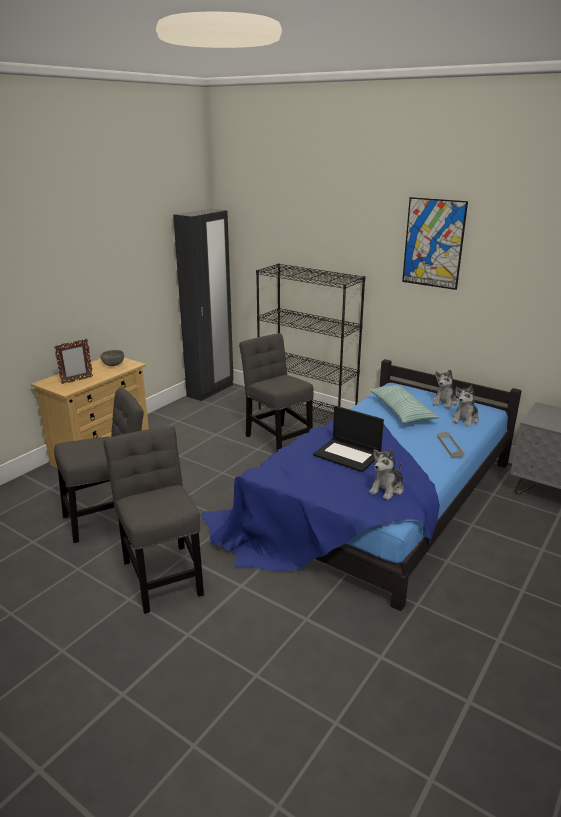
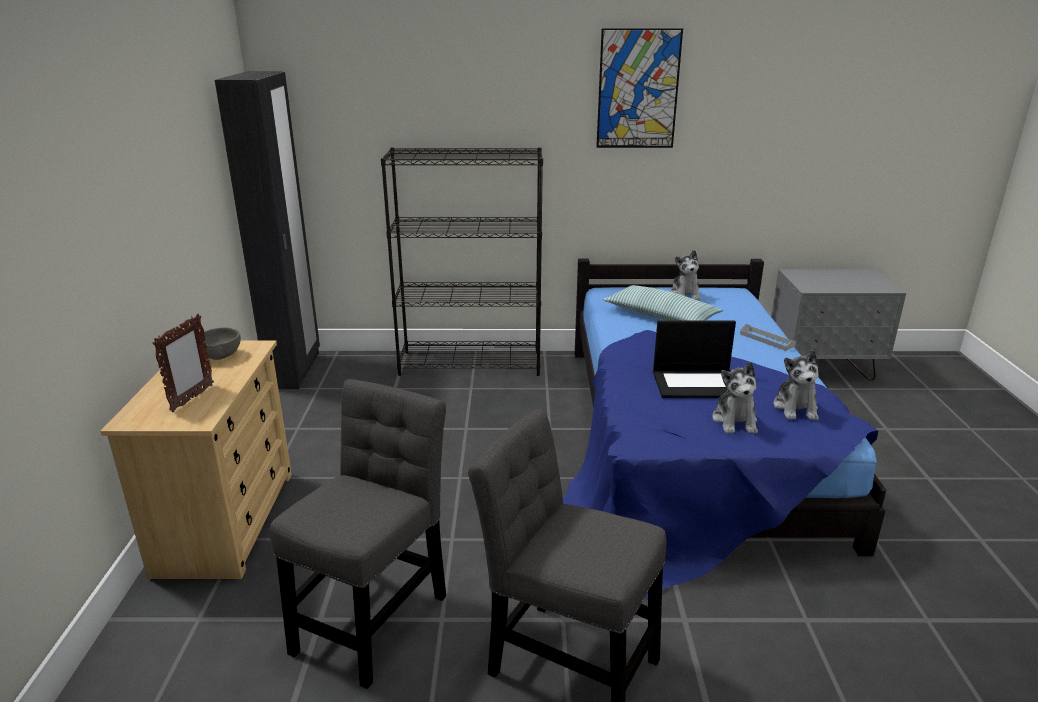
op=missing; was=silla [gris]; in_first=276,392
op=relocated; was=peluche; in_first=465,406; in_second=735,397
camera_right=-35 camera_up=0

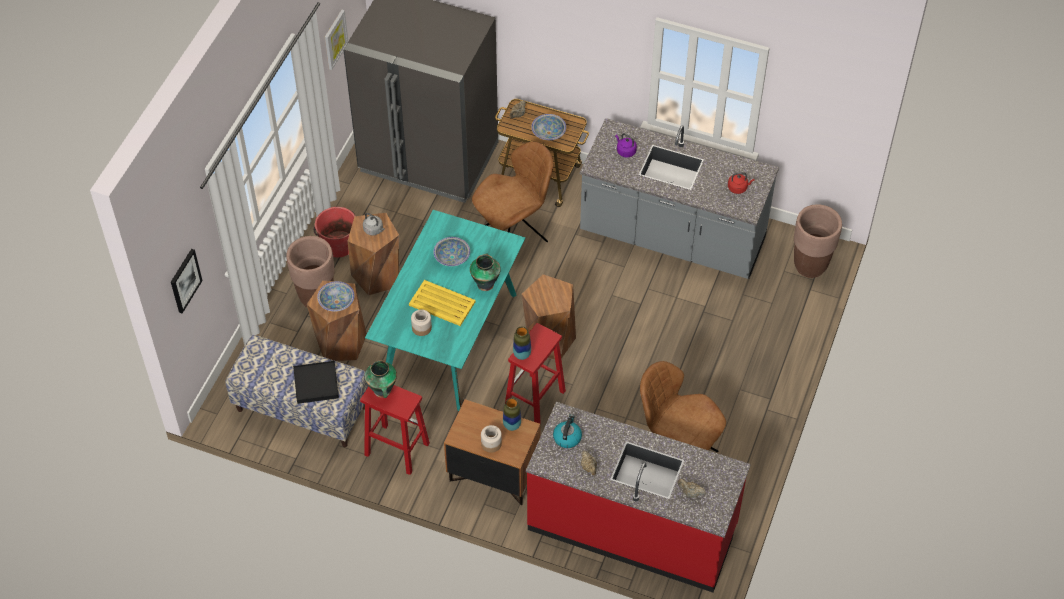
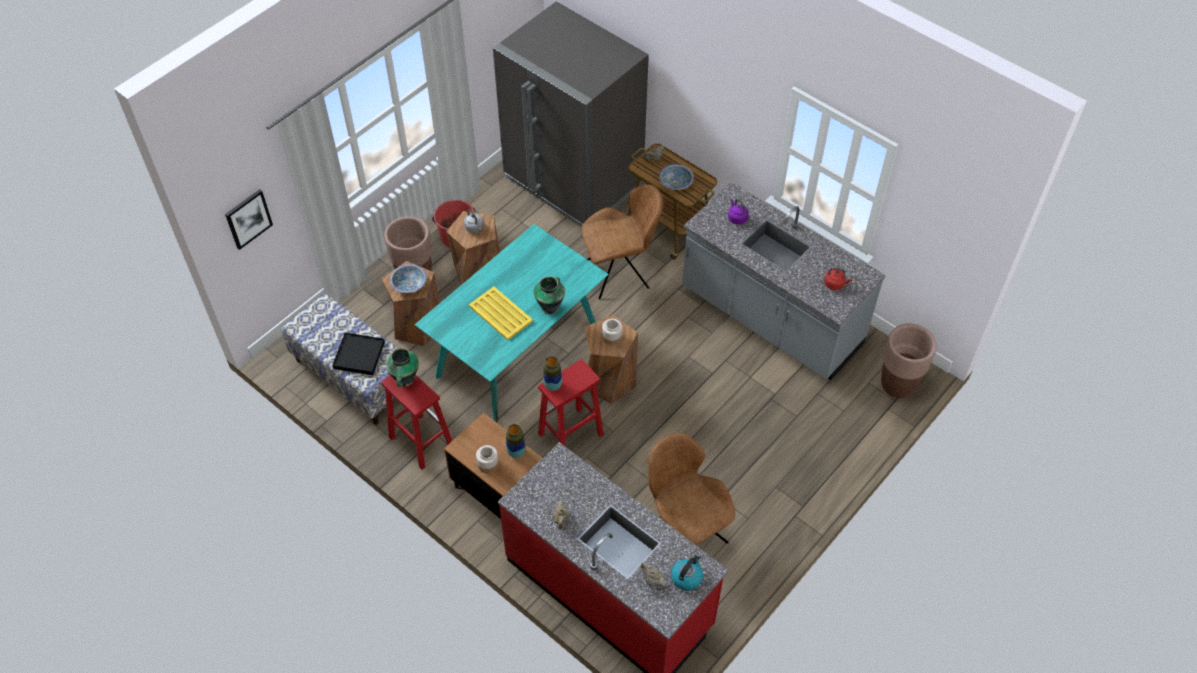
op=missing; was=cuadro; in_first=336,40
op=relocated; was=tarro; in_first=421,322; in_second=612,332
op=missing; was=cuenco; in_first=451,251
op=relocated; was=hervidor; in_first=567,431; in_second=687,572
camera_right=20 camera_up=0

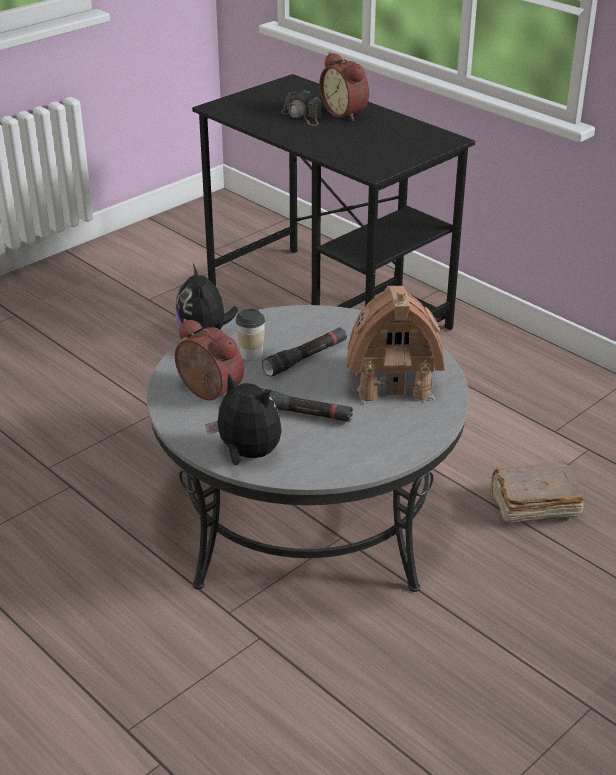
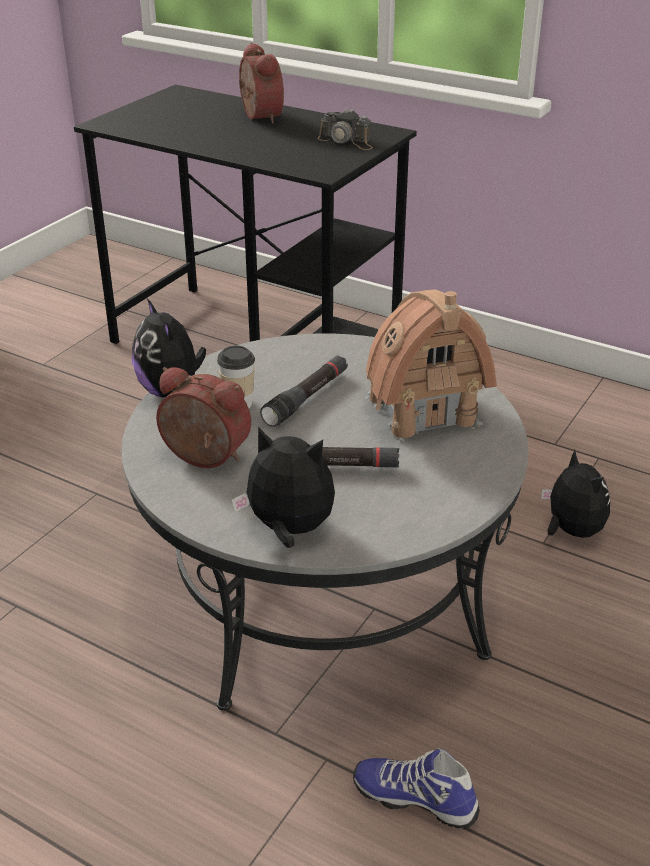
op=relocated; was=cámara; in_first=301,107; in_second=345,129
op=spun; was=despertador; in_first=344,86; in_second=261,83; clockwise=-150
op=exchanged; was=libro [marrón]; now=peluche; in_first=538,492; in_second=575,494
op=appeared; now=zapato; in_second=416,788
camera_right=-15 camera_up=0

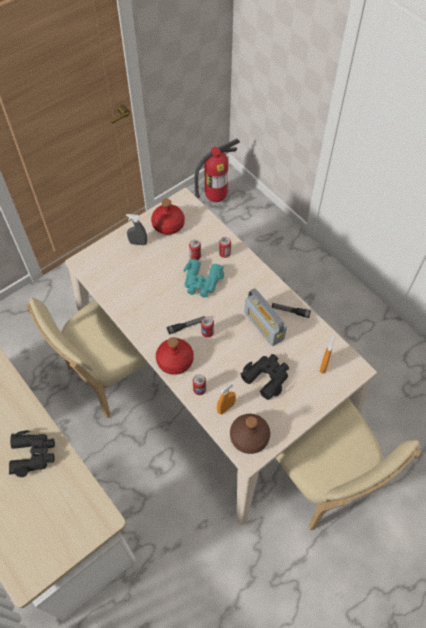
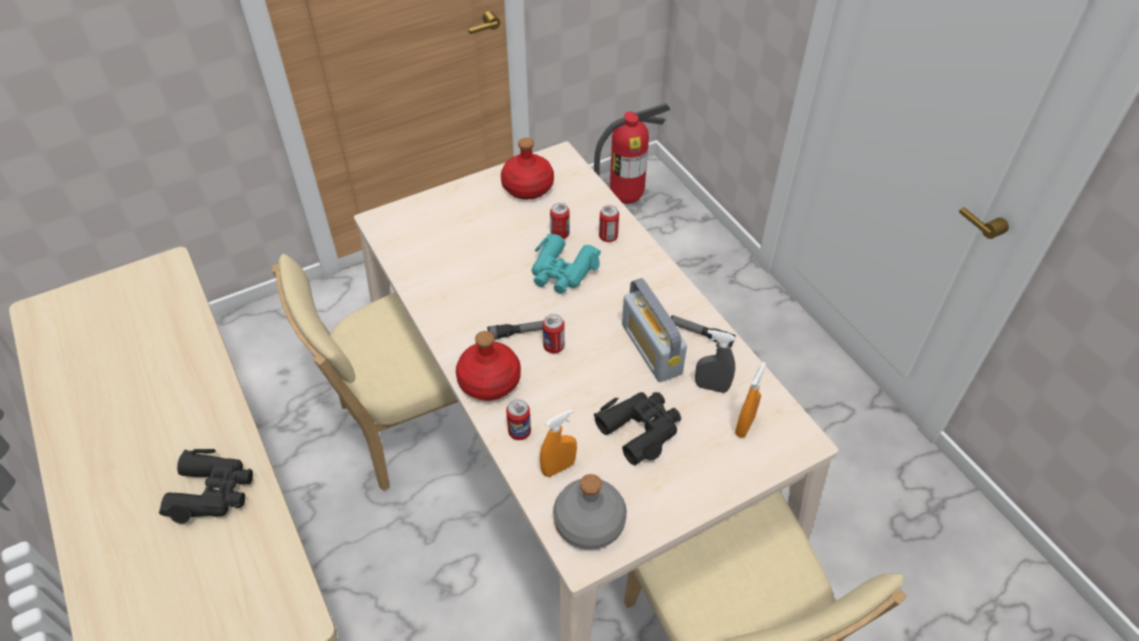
op=relocated; was=pulverizador [gris]; in_first=136,229; in_second=715,361
op=colour; was=botella [marrón]; now=botella [gris]; in_first=250,434; in_second=590,512
camera_right=10 camera_up=-10

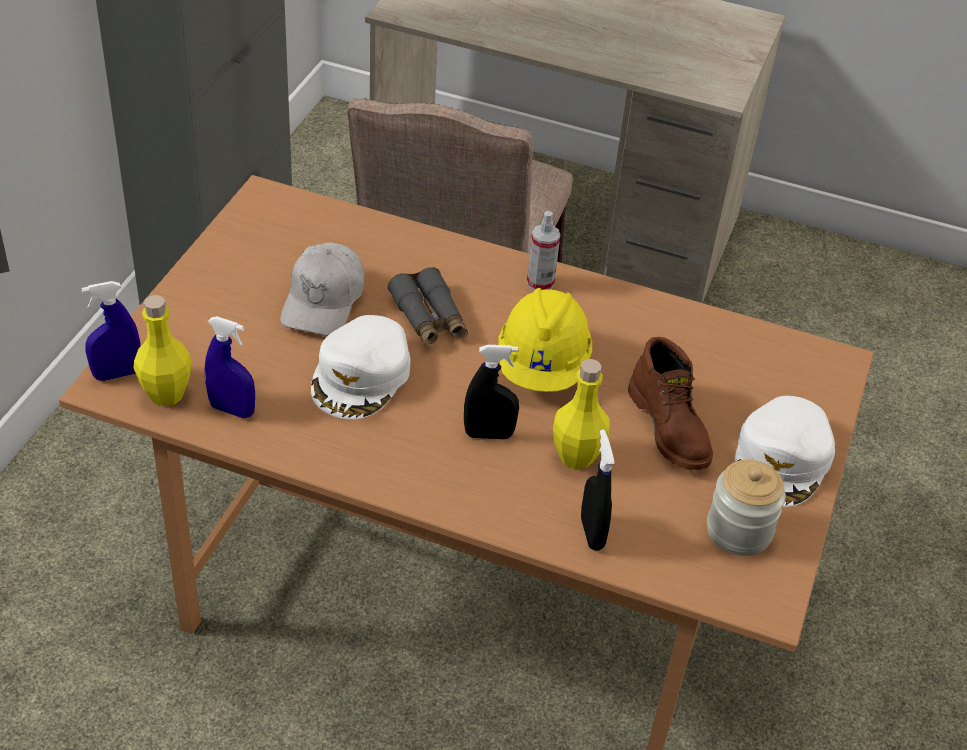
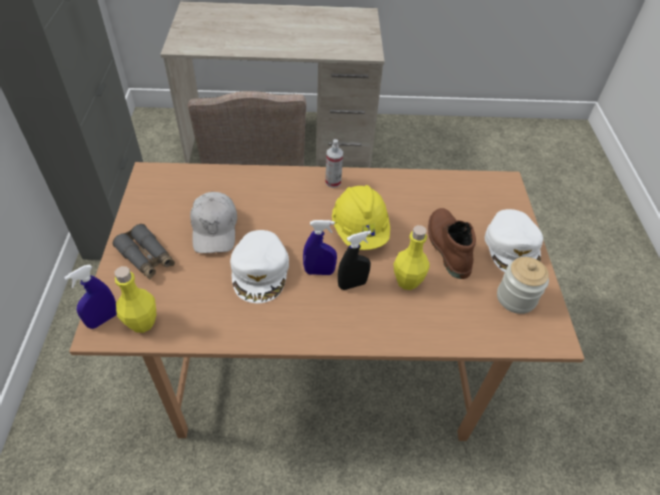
op=relocated; was=pulverizador [azul]; in_first=230,367; in_second=320,247
op=relocated; was=prismáticos [gris]; in_first=428,307; in_second=144,251
op=missing; was=pulverizador [negro]; in_first=598,490
op=spun; was=bota [marrón]; in_first=670,403; in_second=452,243; clockwise=-150
camera_right=-20 camera_up=5

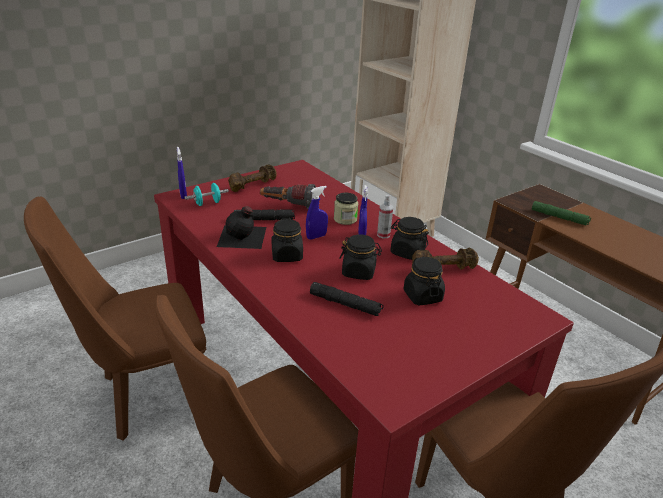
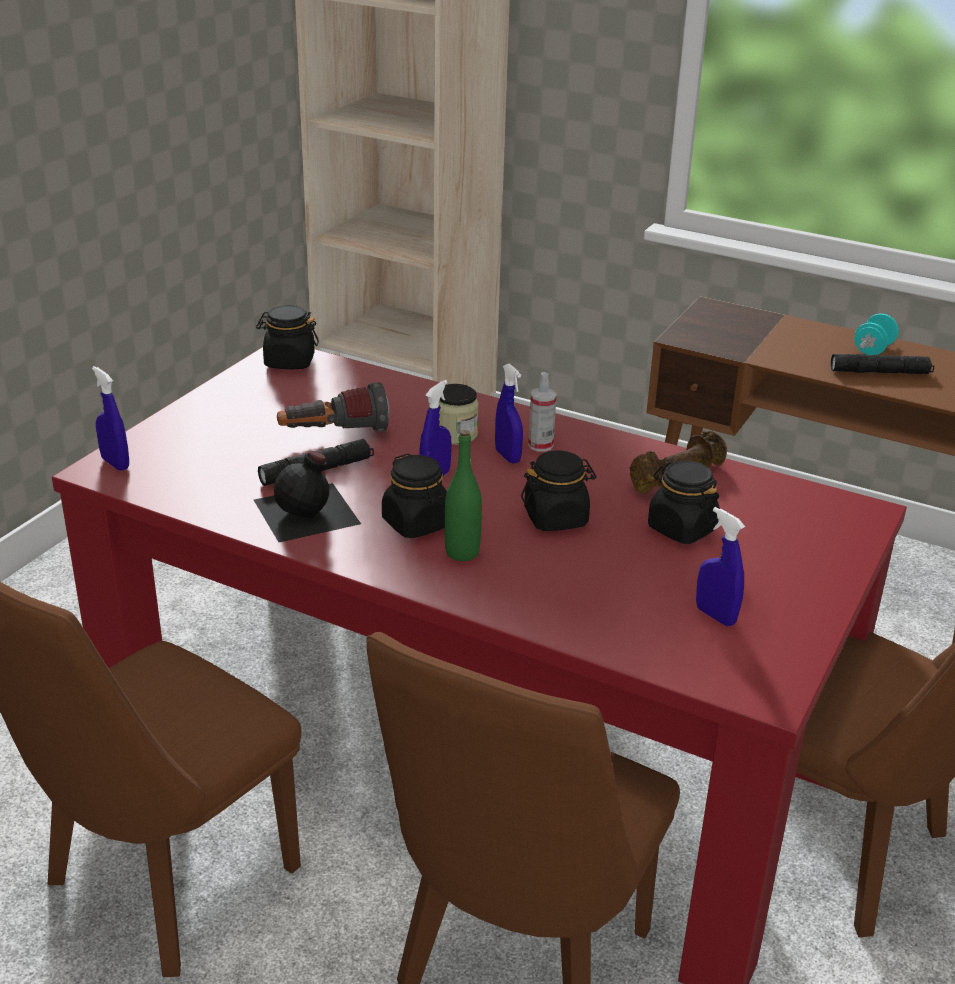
op=relocated; was=mancuerna [turquesa]; in_first=207,194; in_second=876,334
op=missing; was=mancuerna [marrón]; in_first=252,178
op=relocated; was=linterna [negro]; in_first=346,299; in_second=882,364
op=relocated; was=tarro [negro]; in_first=409,238; in_second=287,337
op=missing; was=linterna [verde]; in_first=561,213
op=appeared; now=botella [verde]; in_second=463,495
op=appeared; now=pulverizador [azul]; in_second=720,566
camera_right=-25 camera_up=0

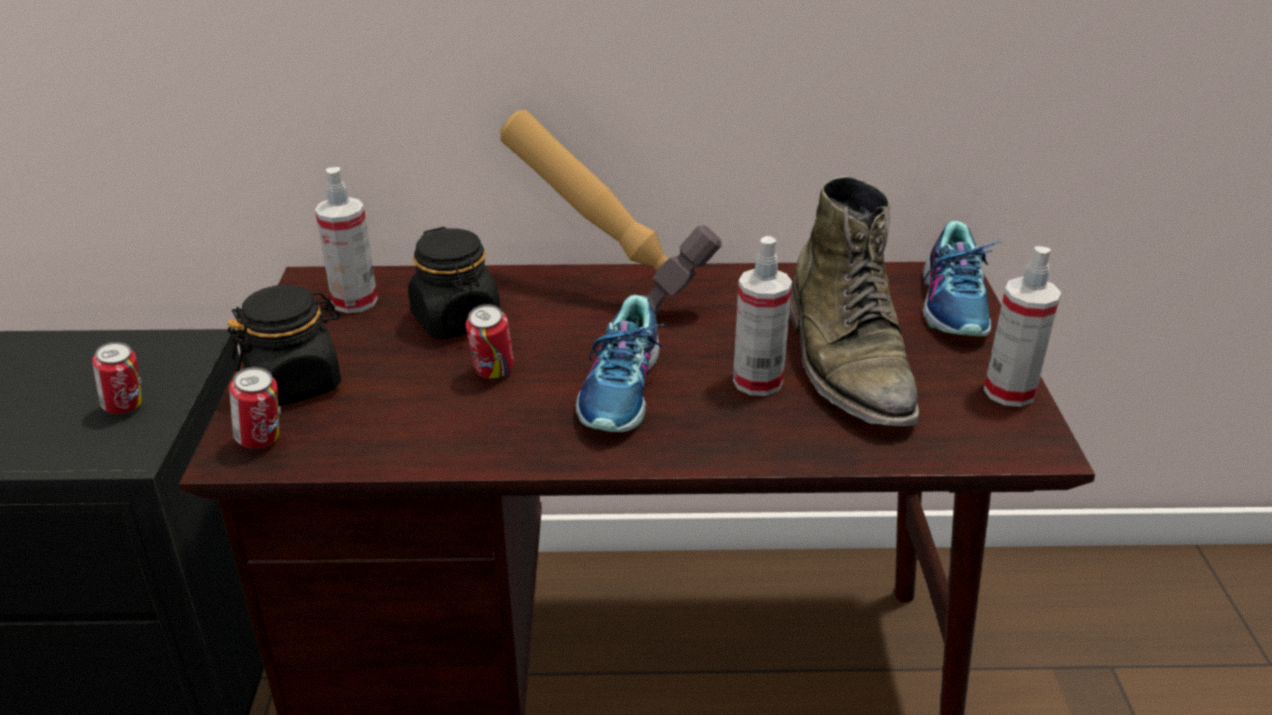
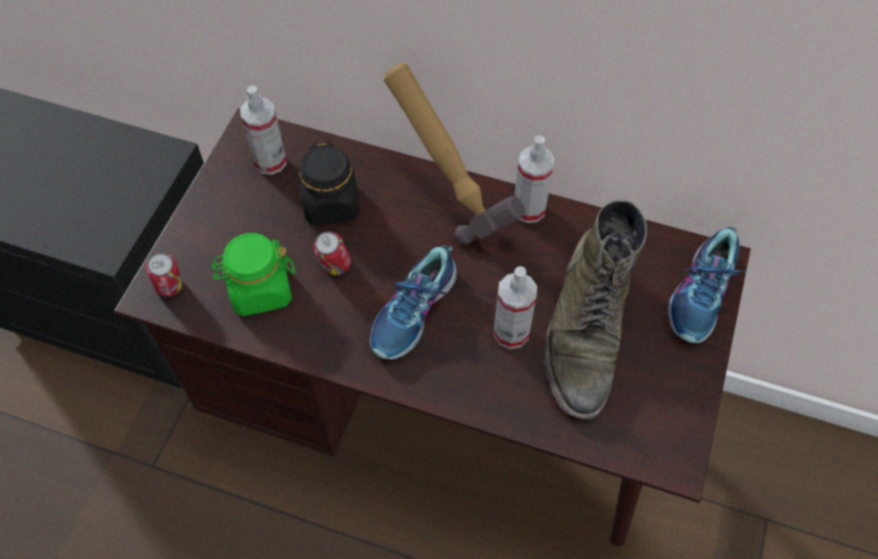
op=missing; was=lata; in_first=117,378
op=missing; was=tarro [negro]; in_first=284,345
op=relocated; was=pulverizador; in_first=1022,326; in_second=534,179
op=appeared; now=tarro [verde]; in_second=253,274
camera_right=20 camera_up=25

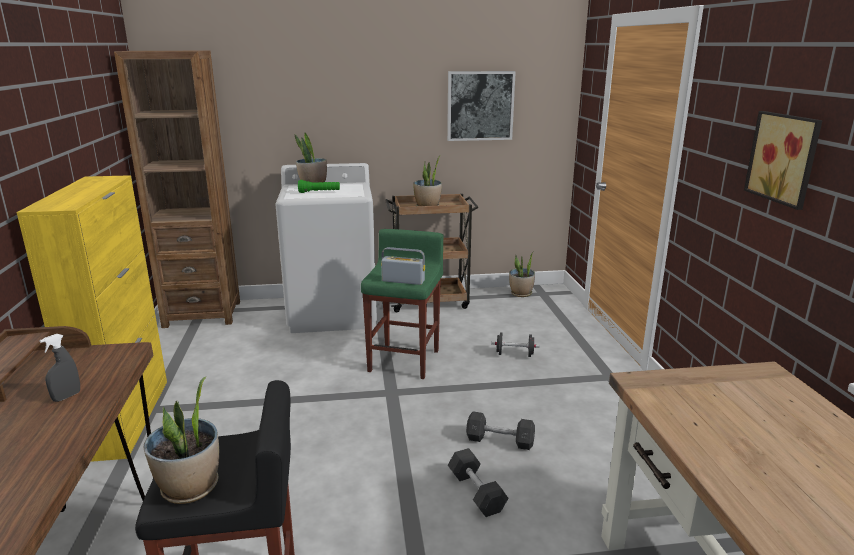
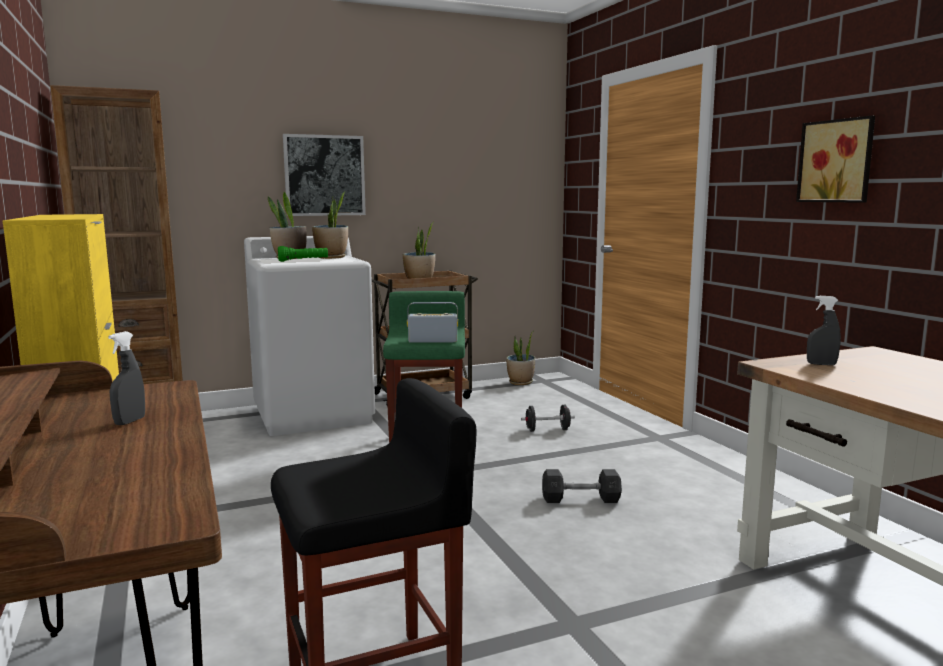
op=relocated; was=planta en maceta; in_first=181,440; in_second=330,225
op=relocated; was=cuadro; in_first=481,106; in_second=324,175
op=missing; was=mancuerna [gris]; in_first=478,482
op=appeared; now=pulverizador [gris]; in_second=824,330
camera_right=-15 camera_up=-10

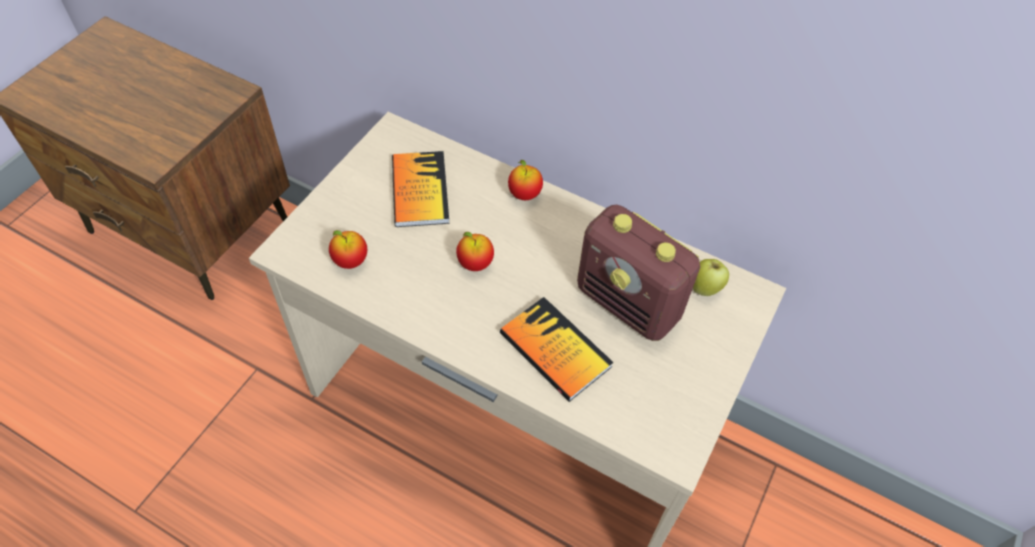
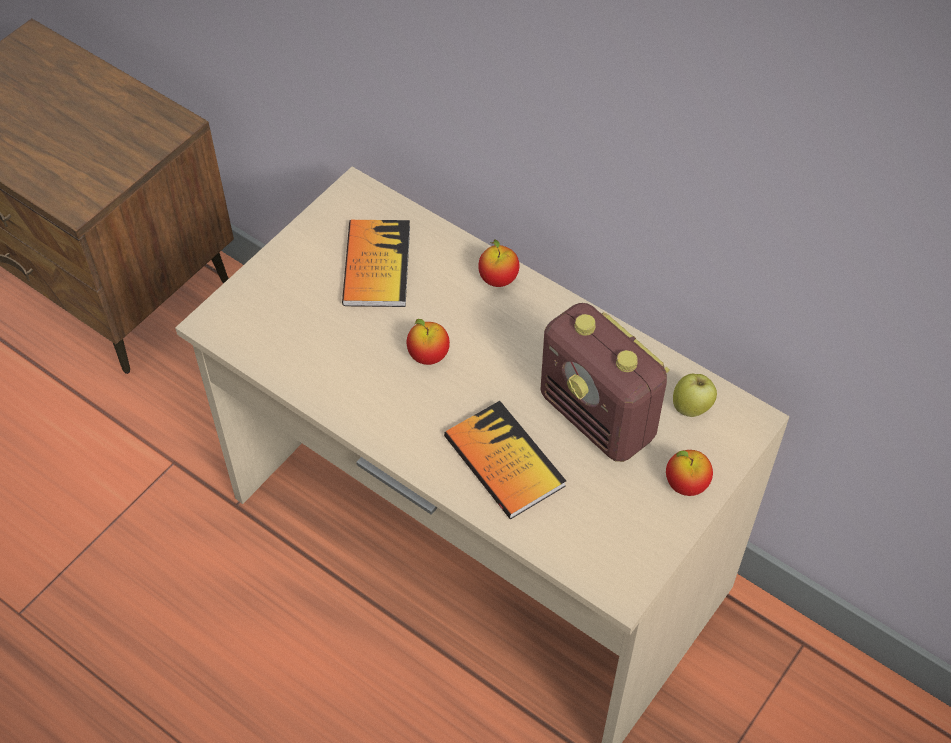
op=relocated; was=manzana; in_first=348,249; in_second=689,473
camera_right=10 camera_up=0

